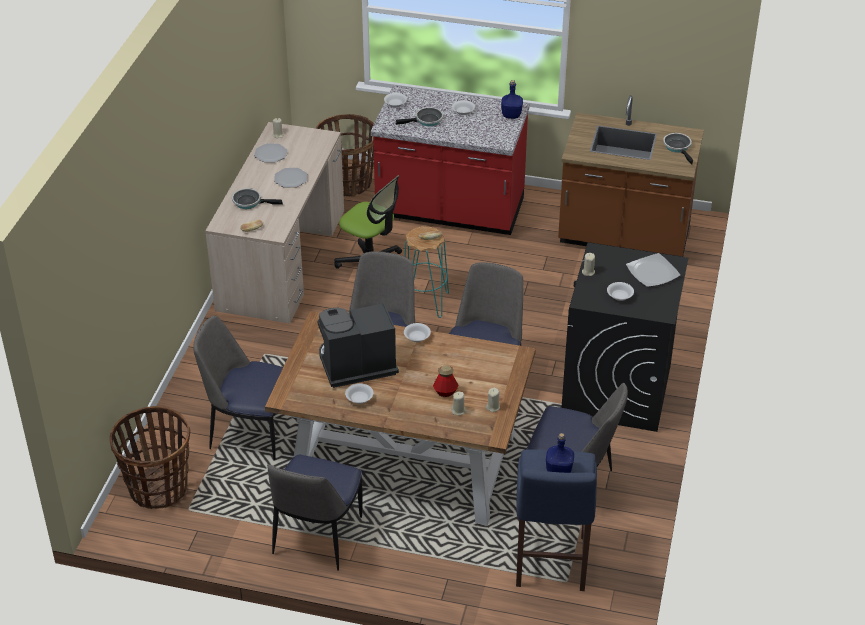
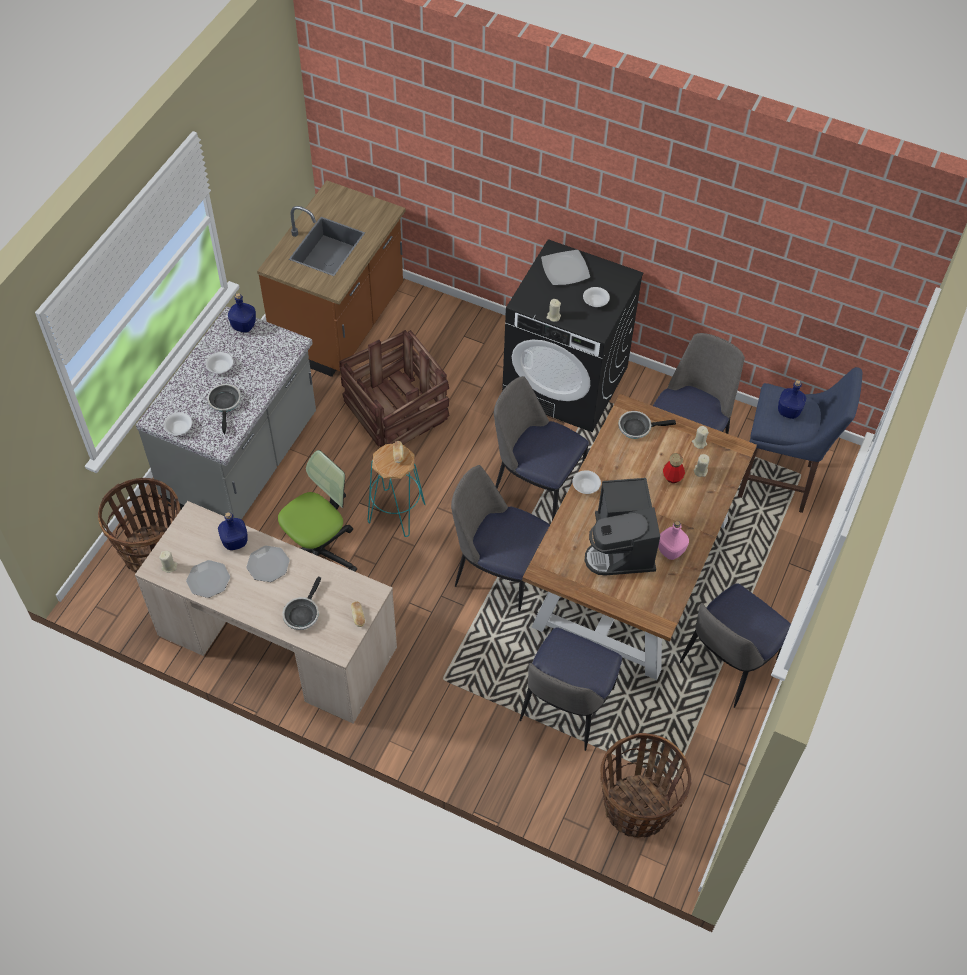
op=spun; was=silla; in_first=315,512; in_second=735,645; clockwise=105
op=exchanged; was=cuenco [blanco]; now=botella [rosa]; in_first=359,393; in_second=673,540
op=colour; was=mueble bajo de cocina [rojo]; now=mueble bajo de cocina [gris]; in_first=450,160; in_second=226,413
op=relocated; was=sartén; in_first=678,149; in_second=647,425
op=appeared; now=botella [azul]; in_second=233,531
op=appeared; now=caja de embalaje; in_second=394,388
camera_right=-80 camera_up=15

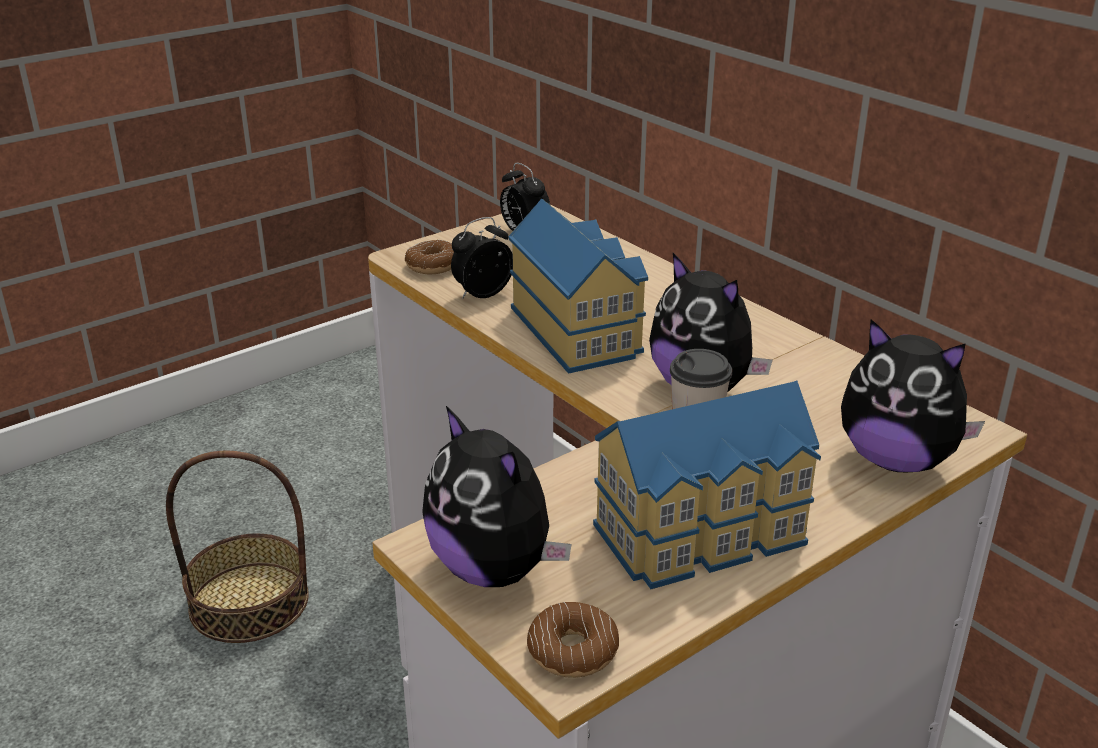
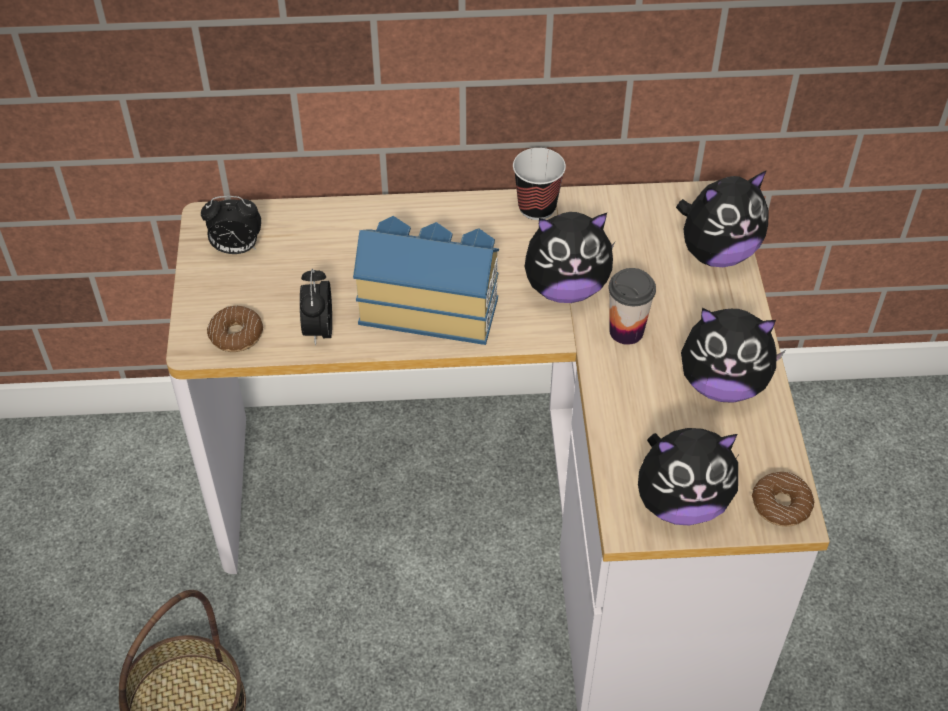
op=exchanged; was=casita; now=peluche; in_first=707,485; in_second=733,355
op=appeared; now=taza; in_second=539,184
camera_right=-55 camera_up=20

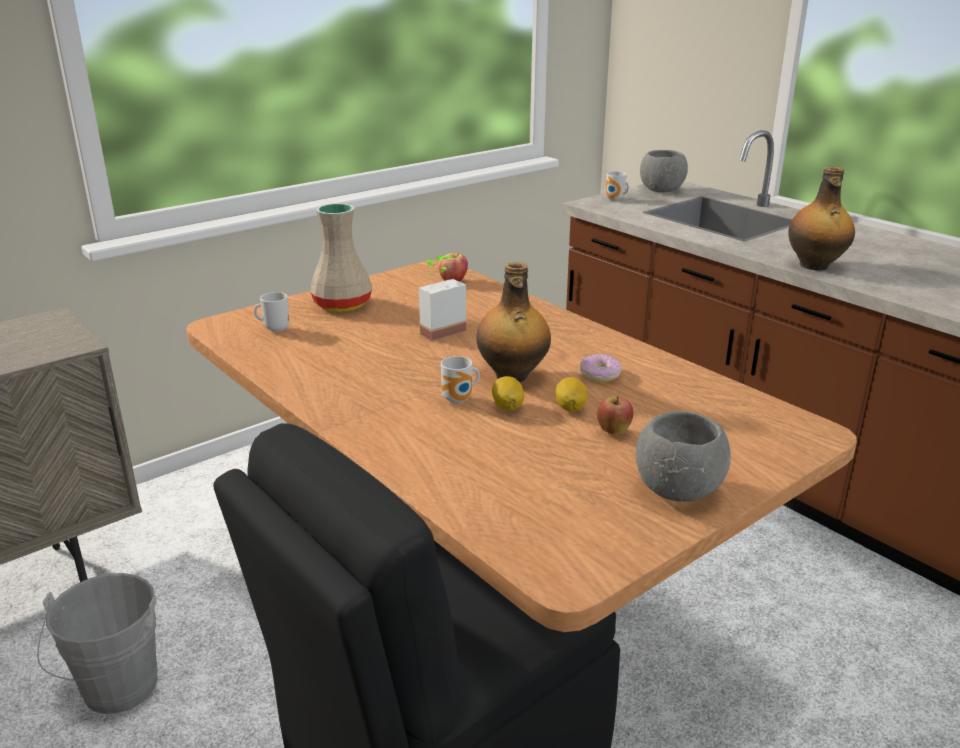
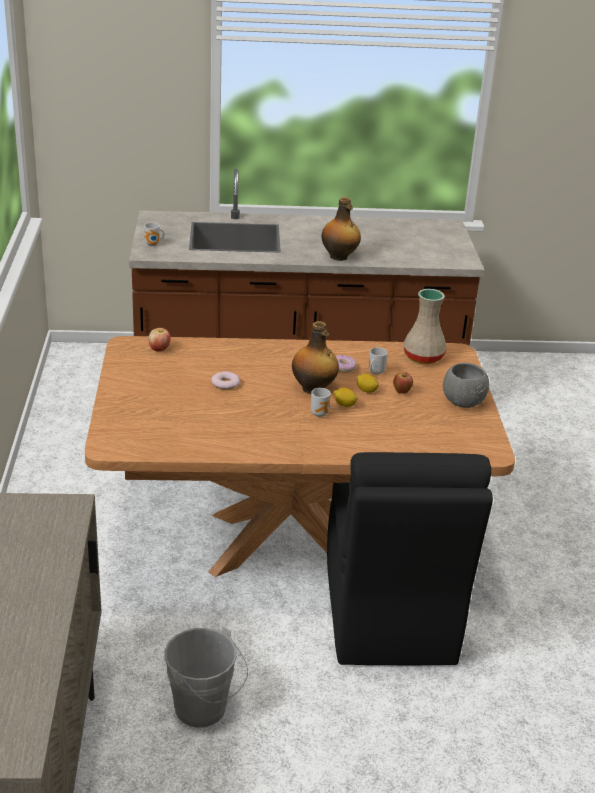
op=relocated; was=taza grande; in_first=272,312; in_second=378,361
op=relocated; was=florero [beis]; in_first=341,257; in_second=425,326
op=exchanged; was=planta en maceta; now=rosquilla; in_first=442,298; in_second=225,380
op=missing; was=cuenco [gris]; in_first=664,171
camera_right=-55 camera_up=5

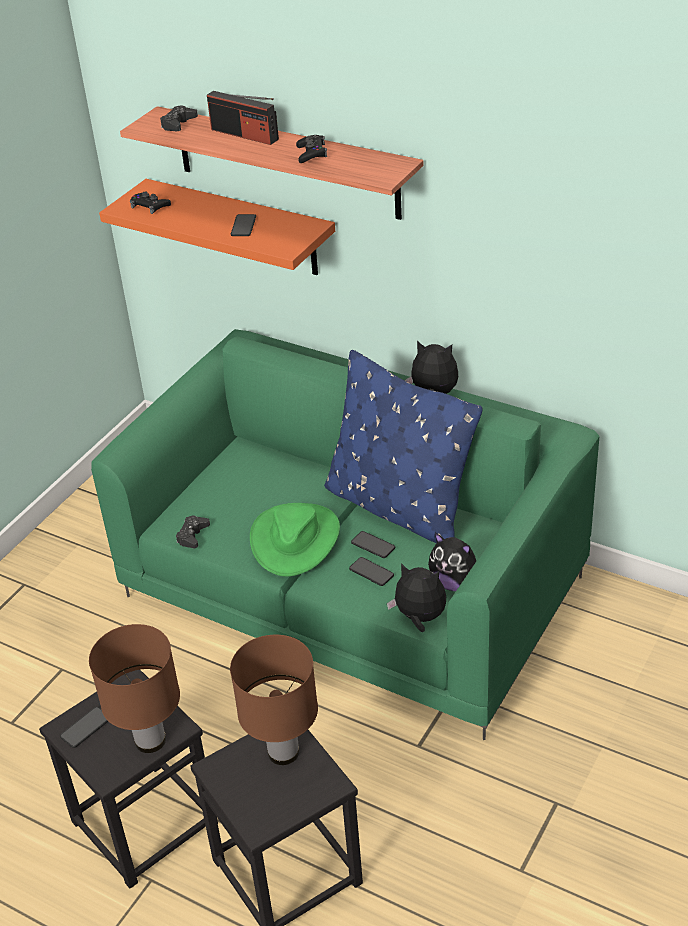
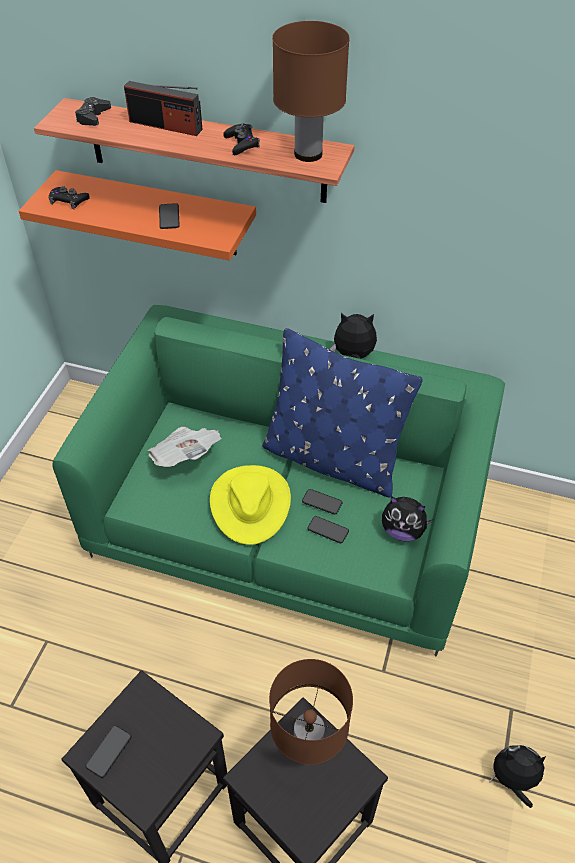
op=relocated; was=lámpara de mesa [marrón]; in_first=134,688; in_second=311,91
op=missing; was=mando de consola [negro]; in_first=193,532
op=colour; was=sombrero [verde]; now=sombrero [amarillo]; in_first=295,540; in_second=250,505
op=relocated; was=peluche; in_first=416,597; in_second=518,776
op=appeared; now=periódico; in_second=184,446
camera_right=-15 camera_up=10

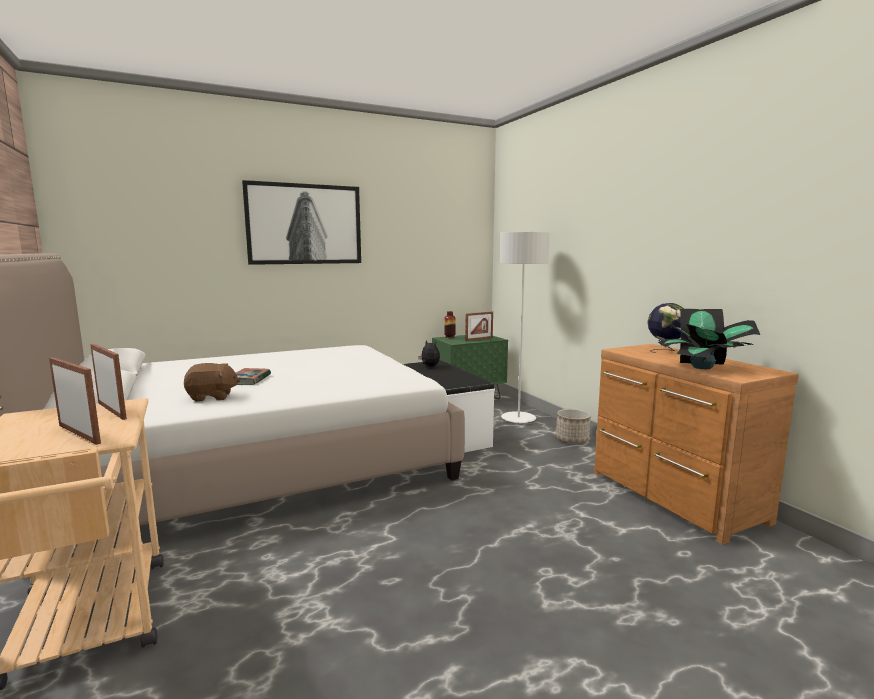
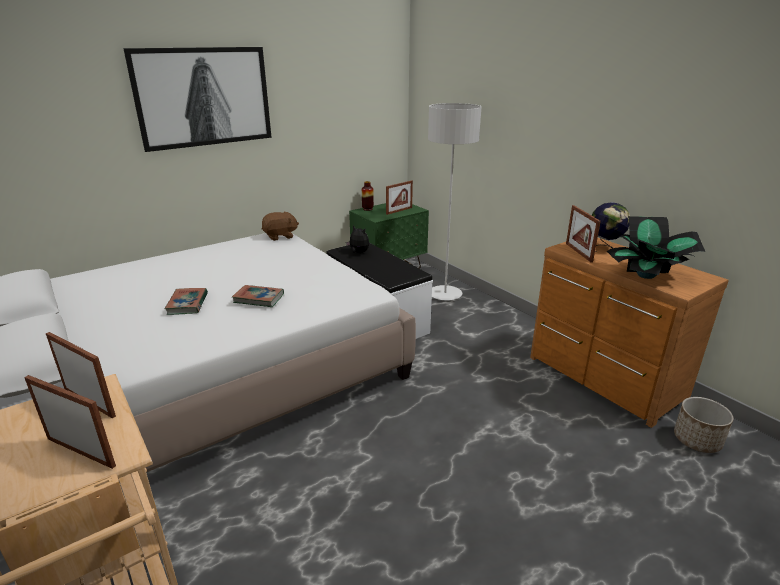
op=relocated; was=peluche [marrón]; in_first=212,382; in_second=280,226
op=relocated; was=maceta; in_first=573,426; in_second=704,425
op=appeared; now=libro; in_second=258,296
op=appeared; now=portarretratos; in_second=583,234
camera_right=-10 camera_up=15

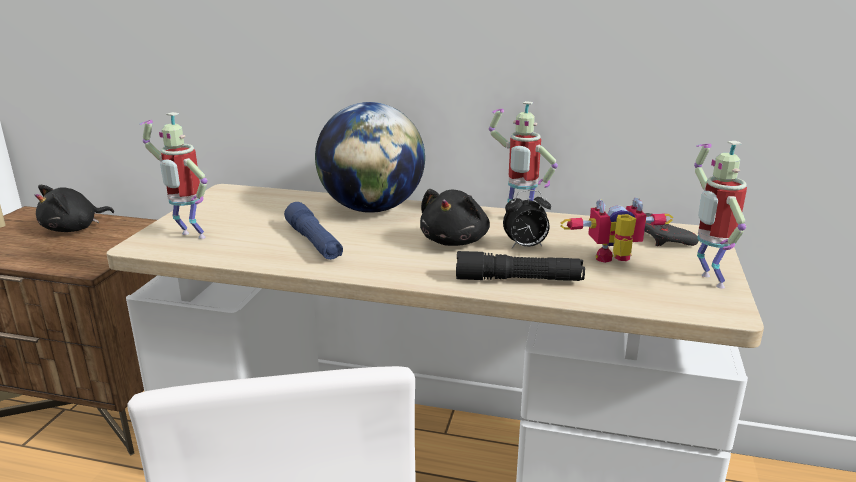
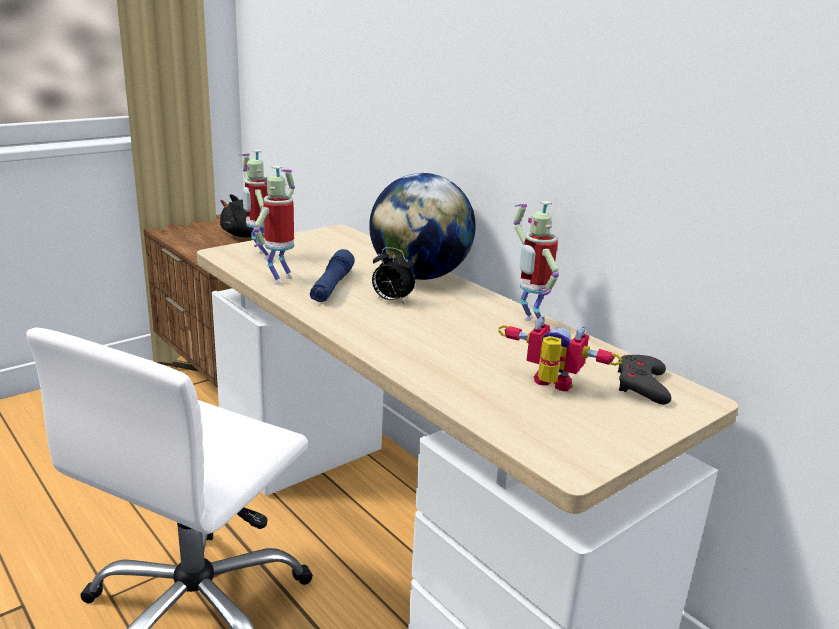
op=missing; was=peluche [negro]; in_first=455,217
op=missing; was=linterna [negro]; in_first=520,266
op=relocated; was=despertador; in_first=527,219; in_second=393,275
op=relocated; was=robot de juguete; in_first=720,215; in_second=274,225
camera_right=35 camera_up=0

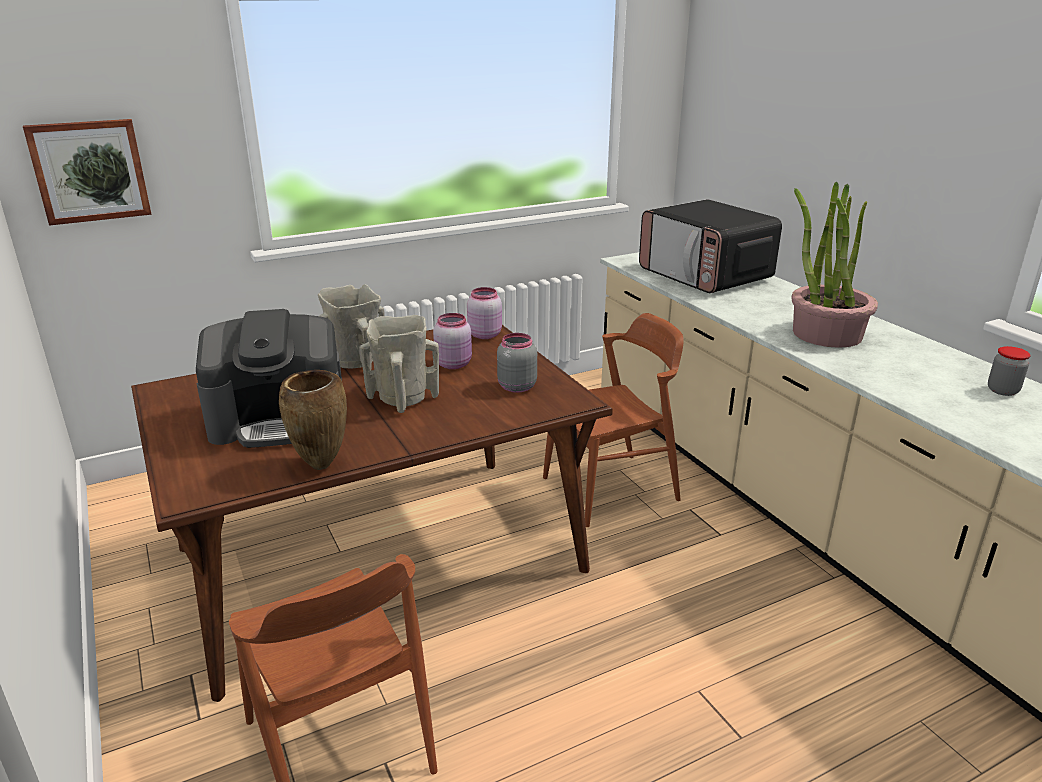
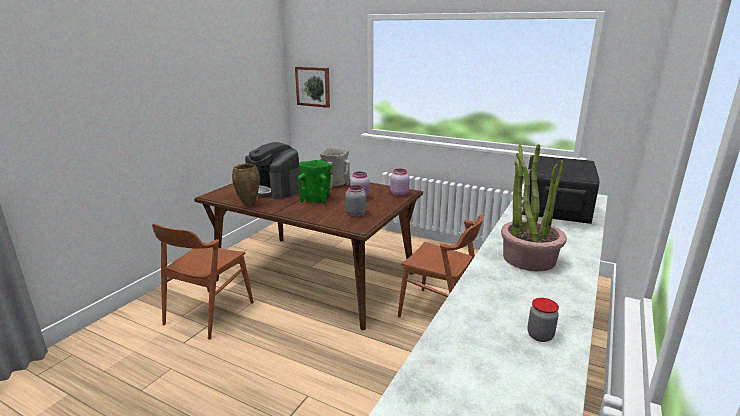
op=colour; was=florero [beis]; now=florero [verde]; in_first=399,364; in_second=315,182
camera_right=55 camera_up=-5

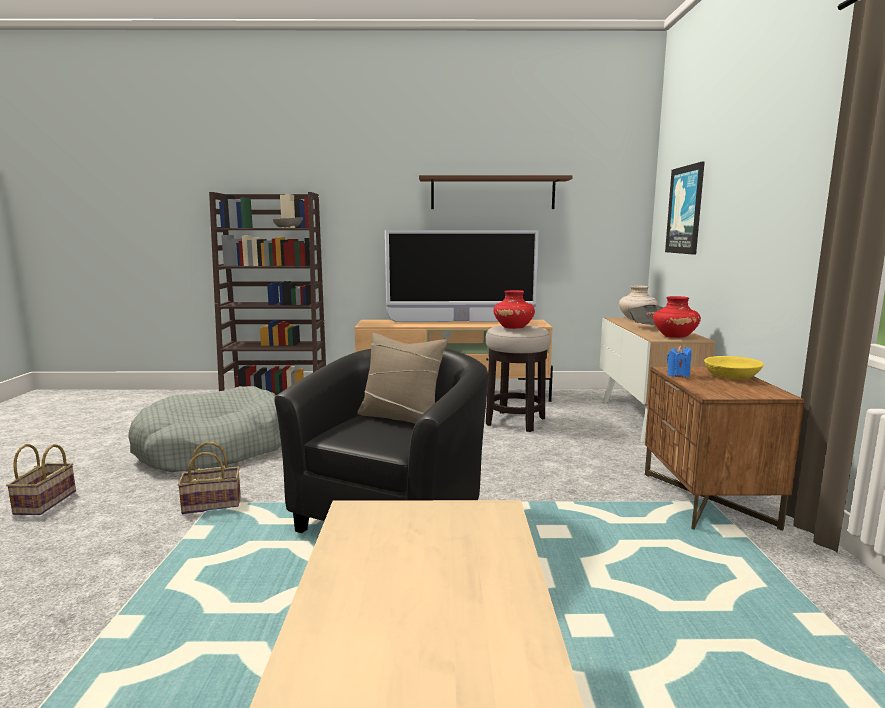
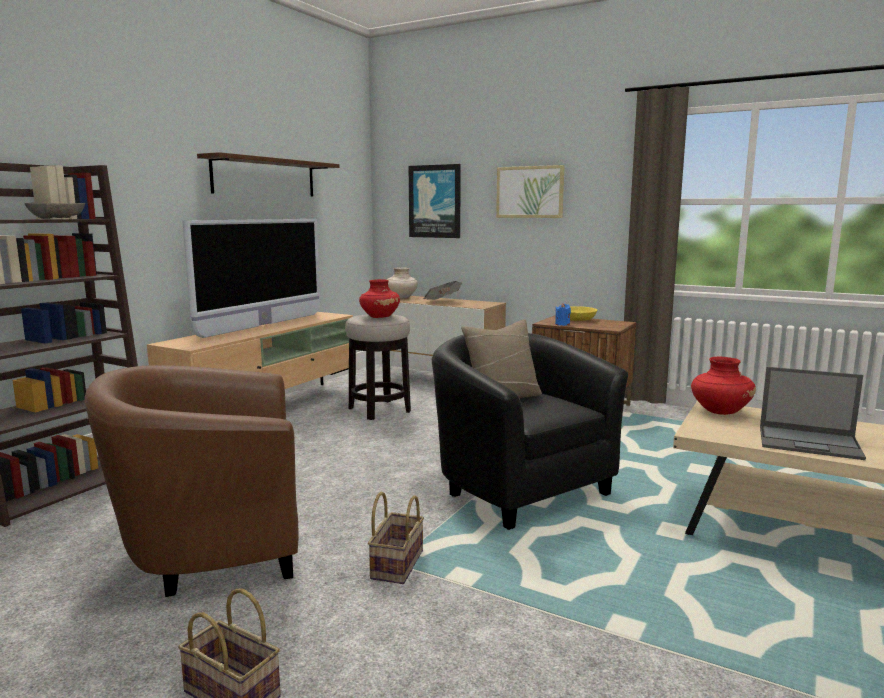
op=exchanged; was=cama para perro [gris]; now=sillón [marrón]; in_first=205,429; in_second=191,481
op=relocated; was=florero [rojo]; in_first=677,317; in_second=723,386
op=appeared; now=cuadro; in_second=530,191
op=appeared; now=portátil; in_second=813,413
camera_right=-60 camera_up=0

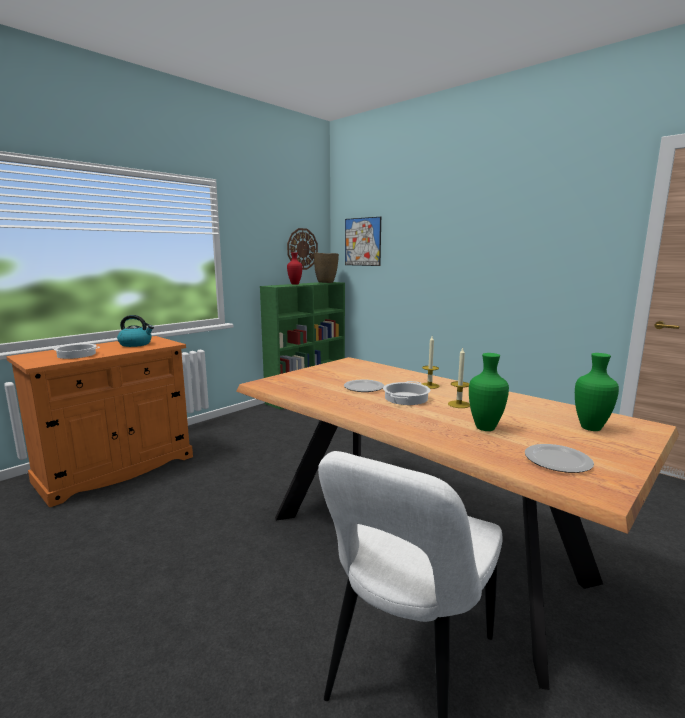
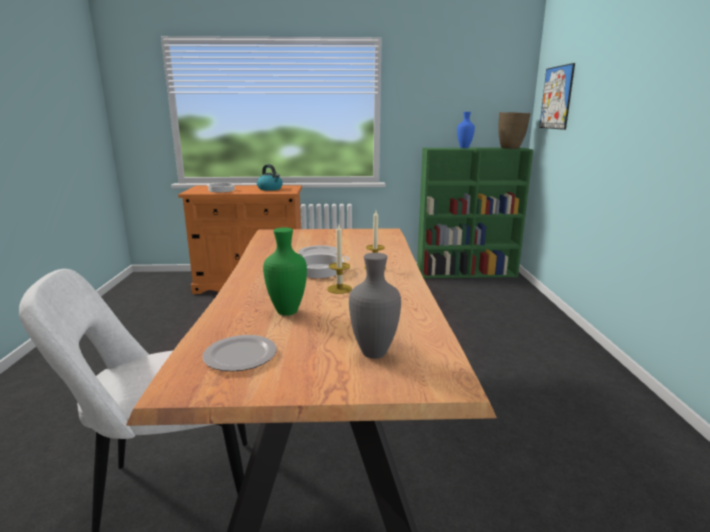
op=missing; was=reloj de pared; in_first=302,249
op=colour; was=florero [rojo]; now=florero [azul]; in_first=294,268; in_second=466,130
op=colour; was=florero [verde]; now=florero [gris]; in_first=597,392; in_second=375,306
camera_right=45 camera_up=5

